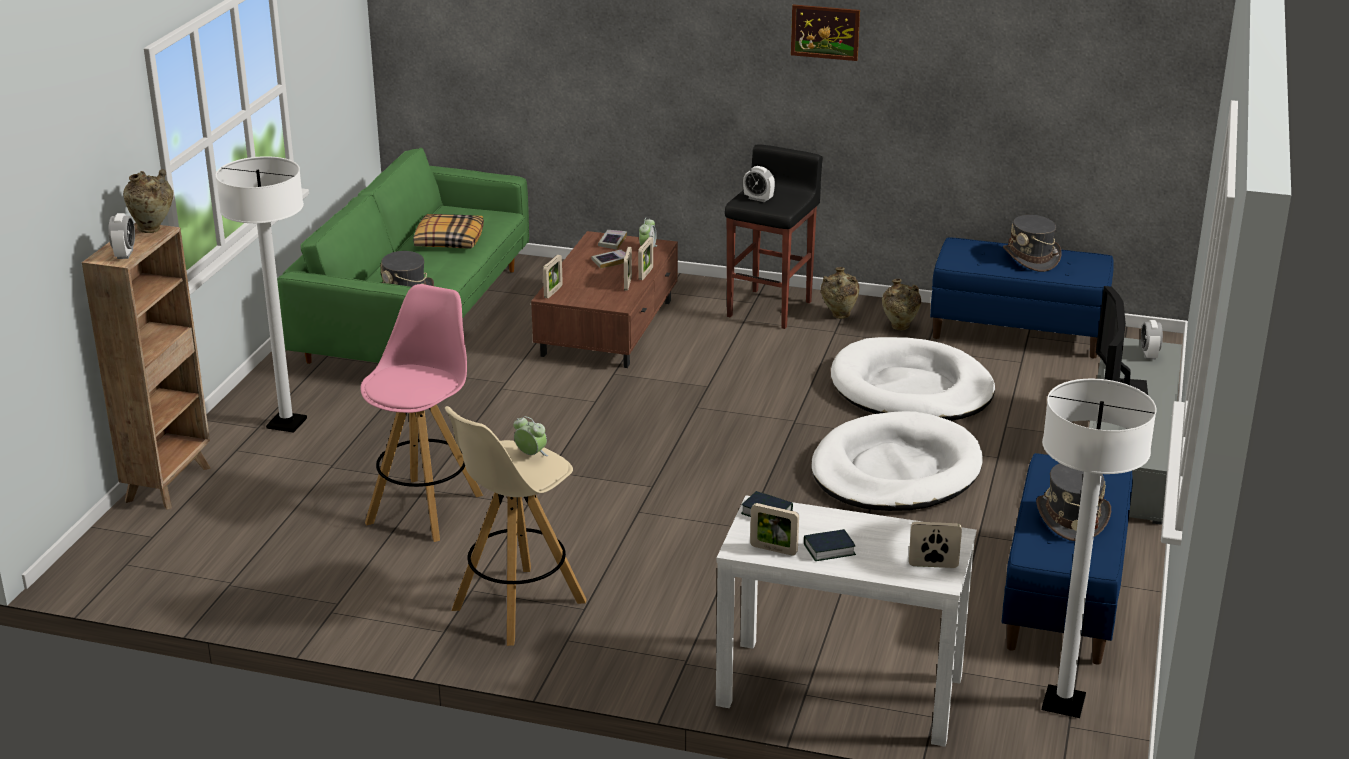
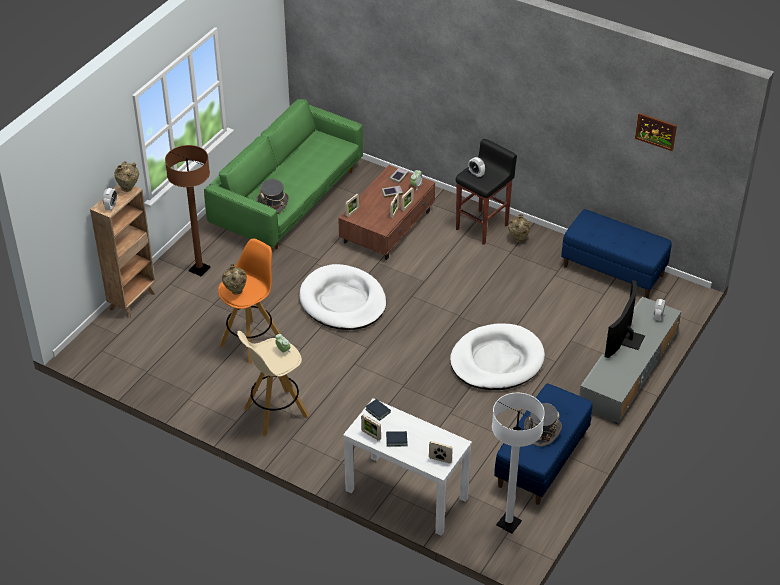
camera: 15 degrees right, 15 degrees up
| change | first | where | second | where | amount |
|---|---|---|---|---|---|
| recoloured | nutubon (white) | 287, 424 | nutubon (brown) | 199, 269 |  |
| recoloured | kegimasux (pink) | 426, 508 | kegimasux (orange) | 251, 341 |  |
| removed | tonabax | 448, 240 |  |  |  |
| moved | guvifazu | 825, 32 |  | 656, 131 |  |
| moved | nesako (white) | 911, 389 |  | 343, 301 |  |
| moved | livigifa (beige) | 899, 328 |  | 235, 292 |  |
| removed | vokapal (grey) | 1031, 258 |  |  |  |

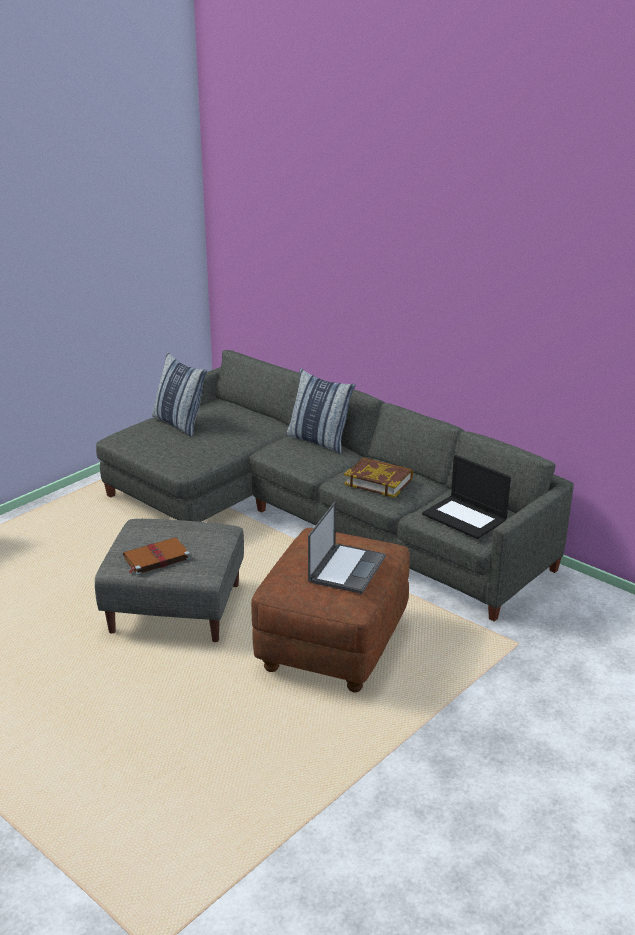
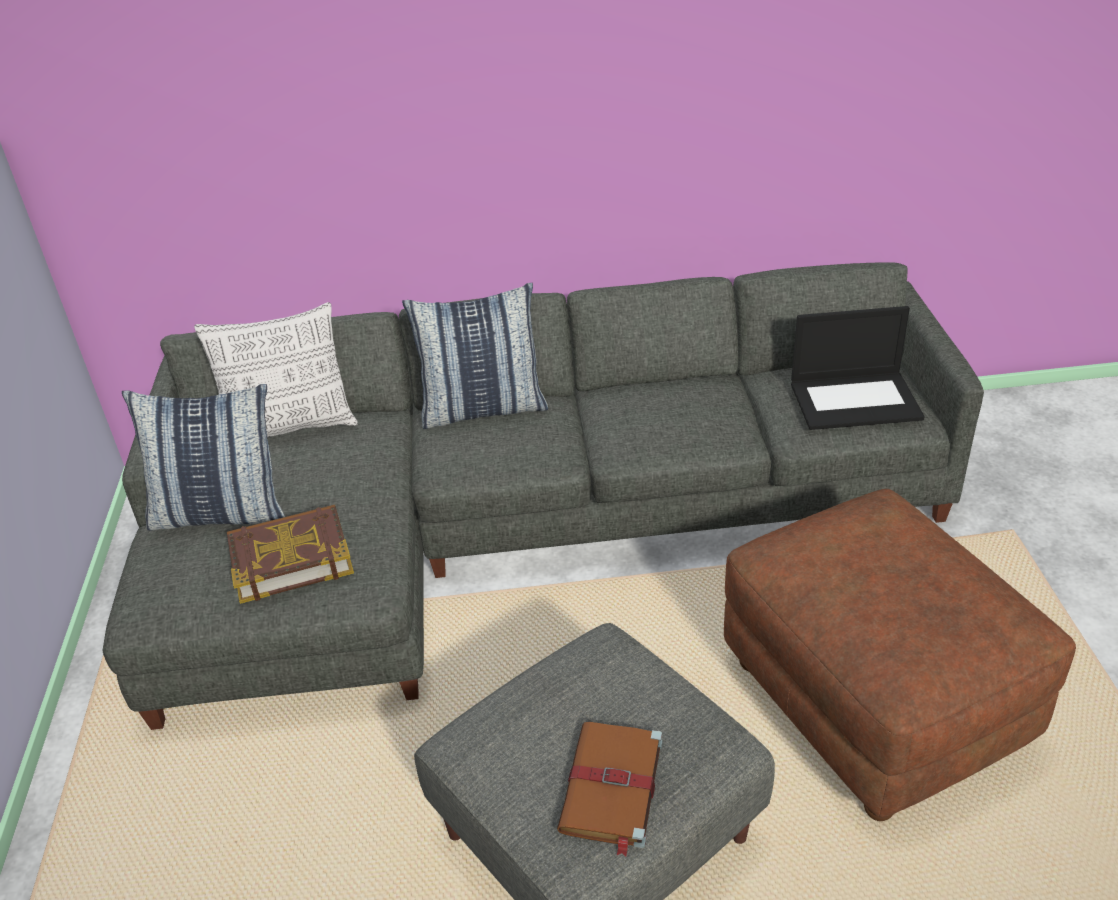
camera: 45 degrees left, 10 degrees up
| change | first | where | second | where | amount |
|---|---|---|---|---|---|
| removed | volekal | 347, 568 |  |  |  |
| moved | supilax | 378, 481 |  | 291, 559 |  |
| added |  |  | tonabax | 291, 428 |  |

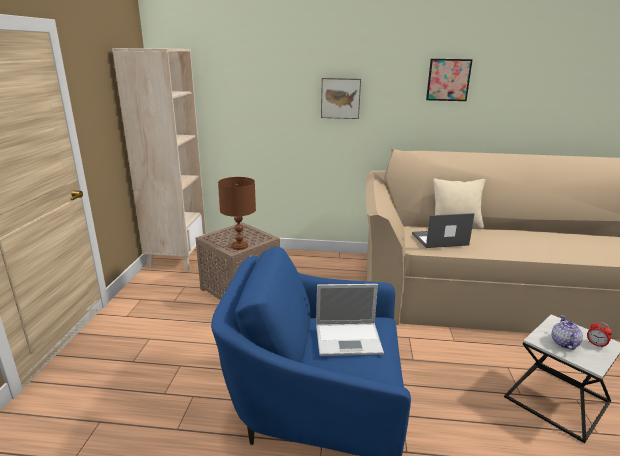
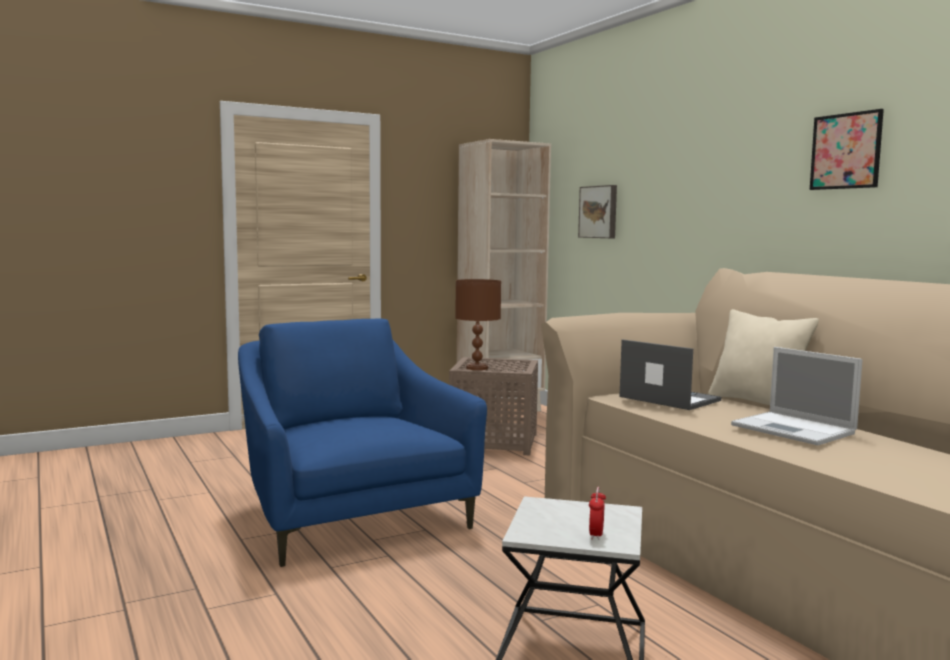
camera: 55 degrees right, 15 degrees down
| change | first | where | second | where | amount |
|---|---|---|---|---|---|
| moved | volekal | 349, 339 |  | 795, 429 |  |
| moved | guvifazu | 340, 98 |  | 599, 212 |  |
| removed | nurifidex | 563, 343 |  |  |  |

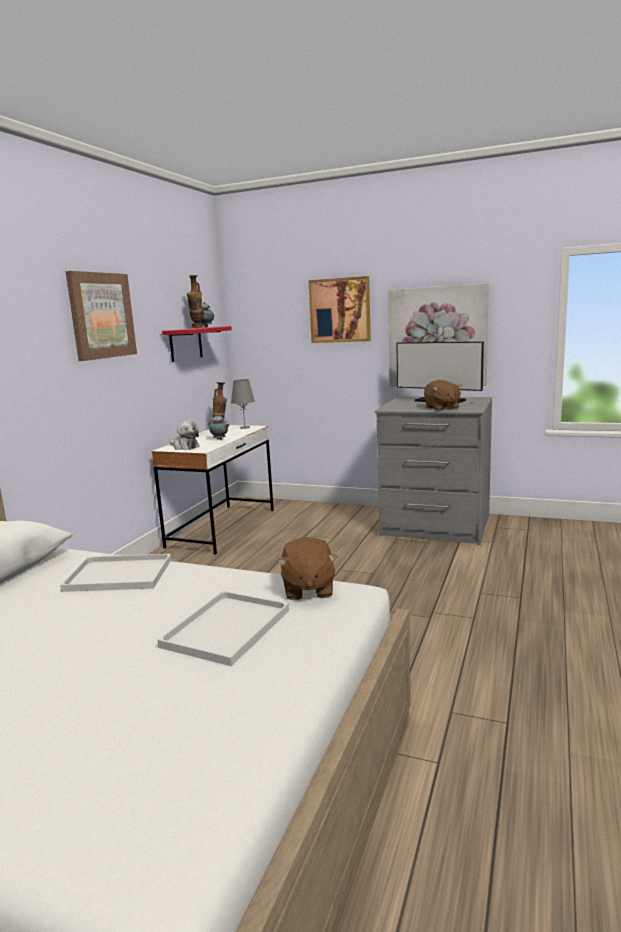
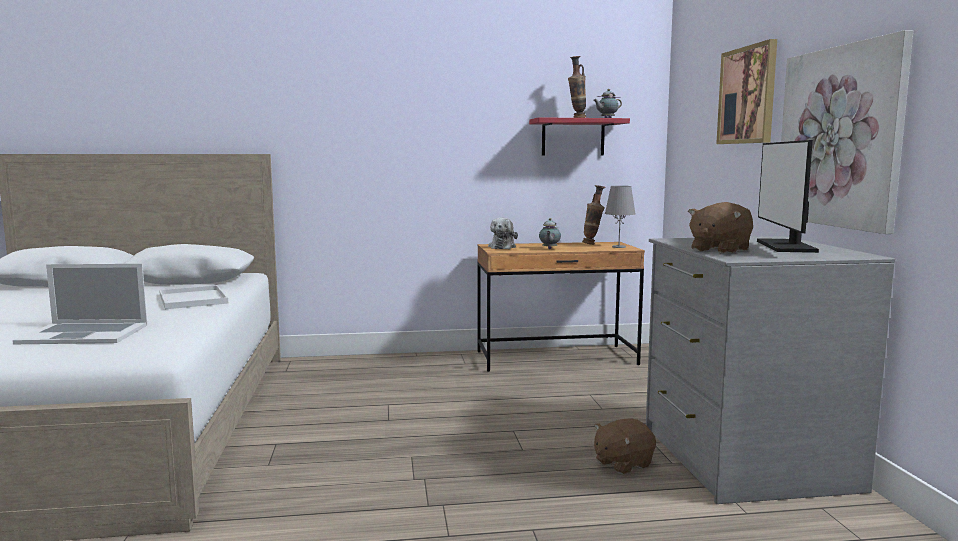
camera: 60 degrees right, 5 degrees down
| change | first | where | second | where | amount |
|---|---|---|---|---|---|
| removed | guvifazu | 101, 315 |  |  |  |
| recoloured | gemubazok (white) | 223, 528 | gemubazok (brown) | 556, 358 |  |
| replaced | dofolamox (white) | 227, 626 | volekal | 84, 334 |  |
| moved | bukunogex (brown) | 308, 589 |  | 622, 463 |  |

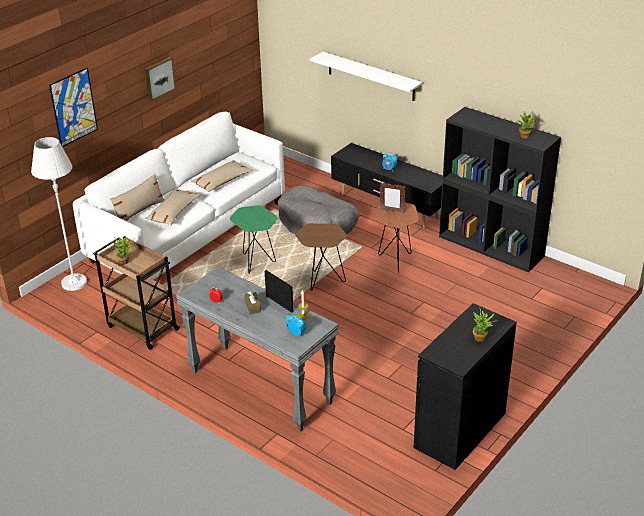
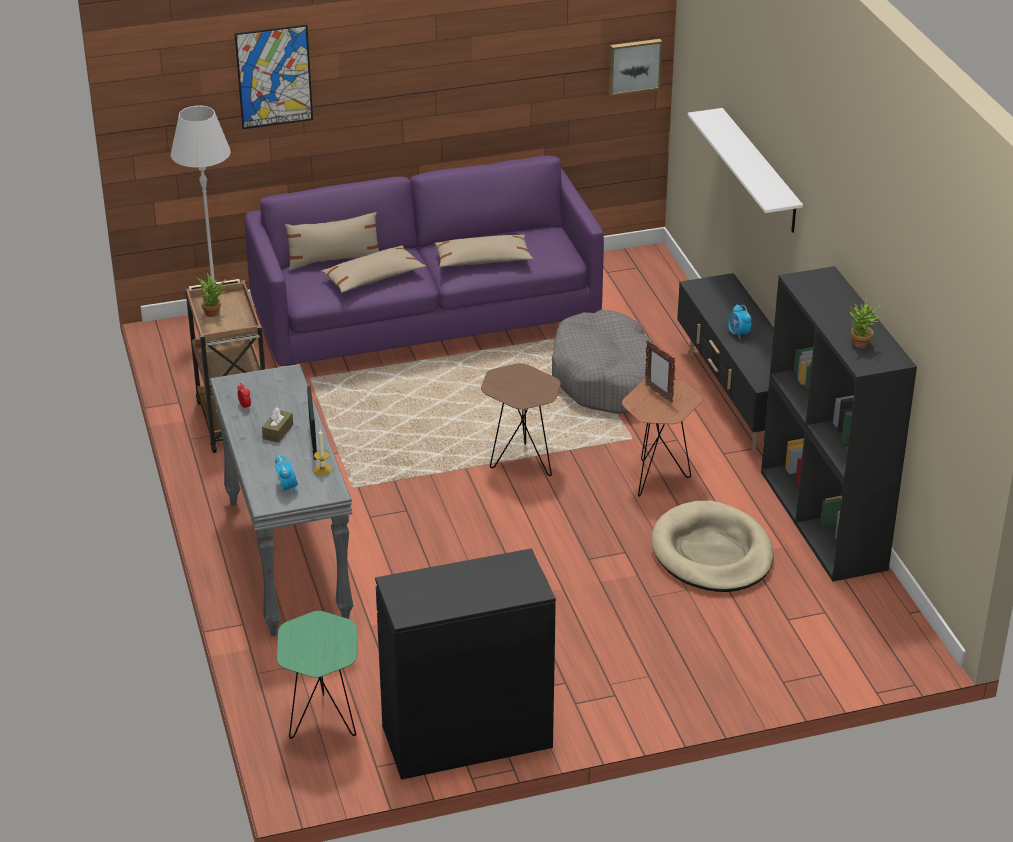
camera: 35 degrees right, 0 degrees up
| change | first | where | second | where | amount |
|---|---|---|---|---|---|
| recoloured | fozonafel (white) | 189, 231 | fozonafel (purple) | 426, 321 |  |
| moved | guvifazu | 159, 78 |  | 634, 66 |  |
| moved | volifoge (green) | 256, 264 |  | 322, 724 |  |
| removed | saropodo | 482, 339 |  |  |  |
| added |  |  | nesako (beige) | 712, 553 |  |

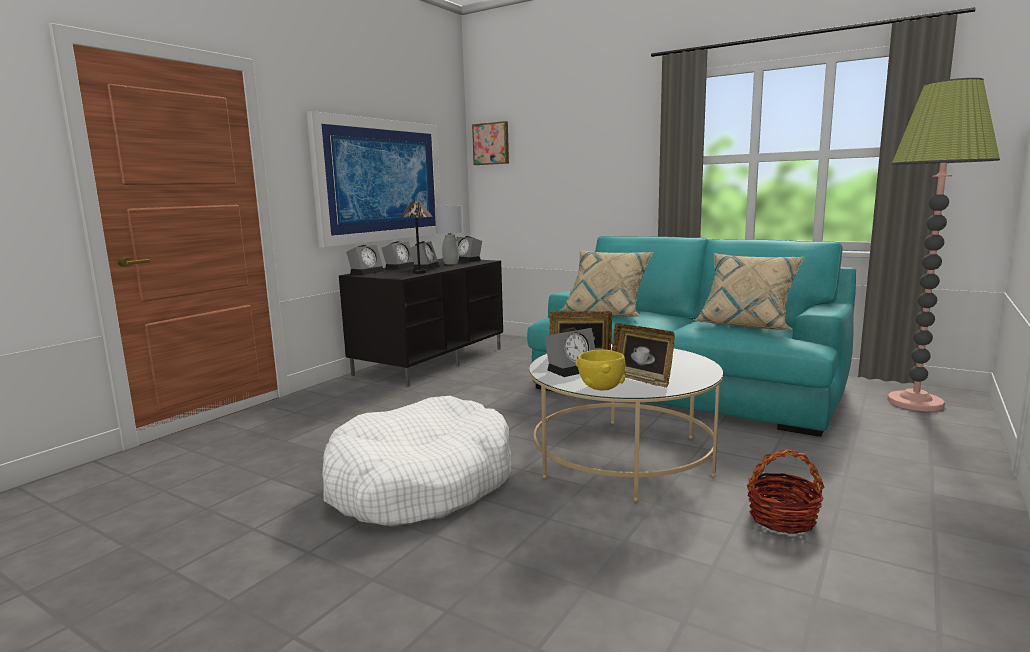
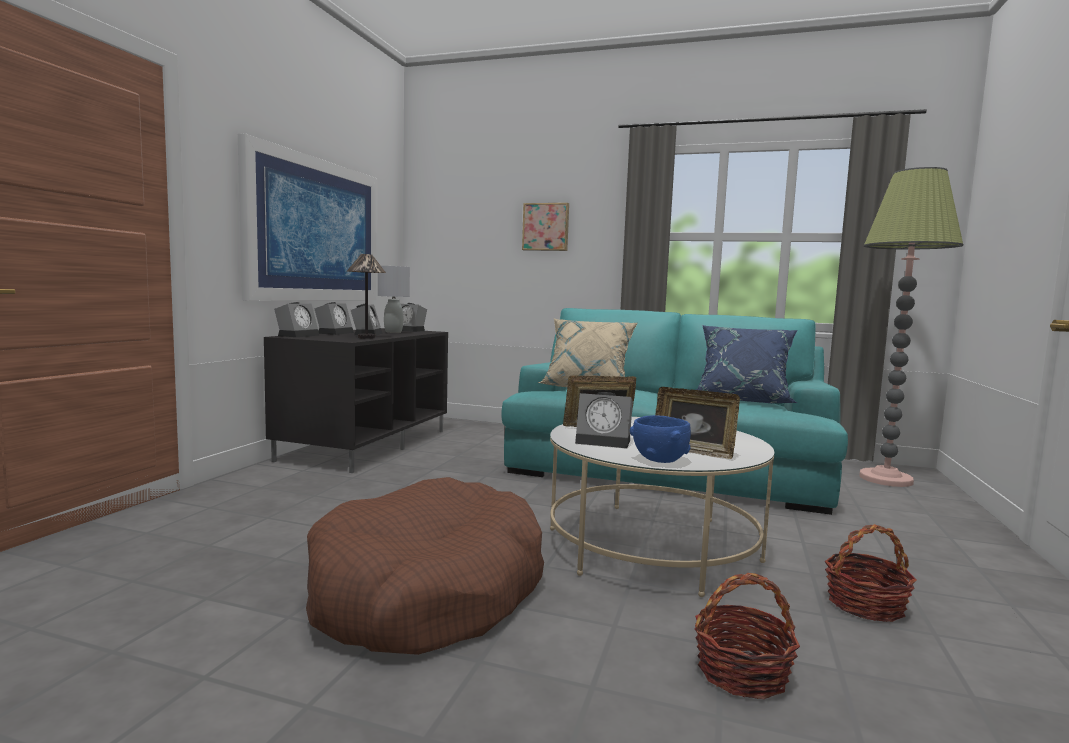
camera: 15 degrees left, 5 degrees down
| change | first | where | second | where | amount |
|---|---|---|---|---|---|
| recoloured | nesako (white) | 420, 483 | nesako (brown) | 427, 591 |  |
| moved | guvifazu | 491, 143 |  | 546, 227 |  |
| turned | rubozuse | 572, 369 |  | 605, 441 | 60 degrees clockwise |
| recoloured | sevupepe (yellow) | 601, 388 | sevupepe (blue) | 659, 460 |  |
| recoloured | tonabax (beige) | 746, 325 | tonabax (blue) | 742, 399 |  |
| added |  |  | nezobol | 742, 673 |  |

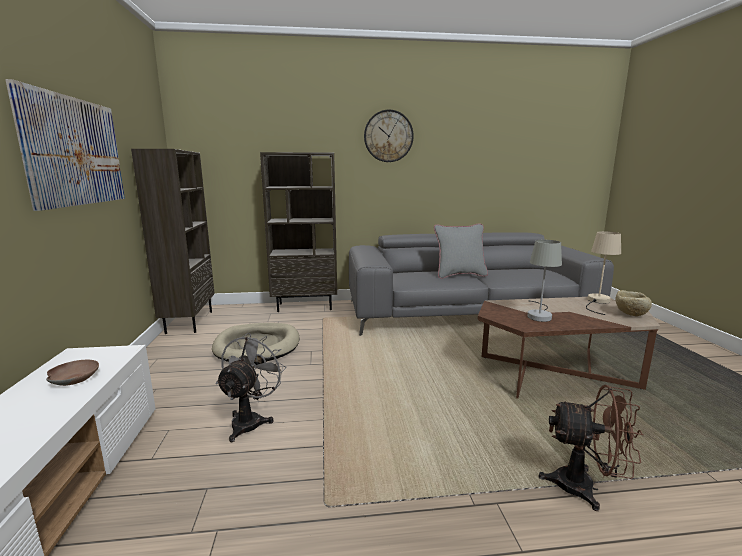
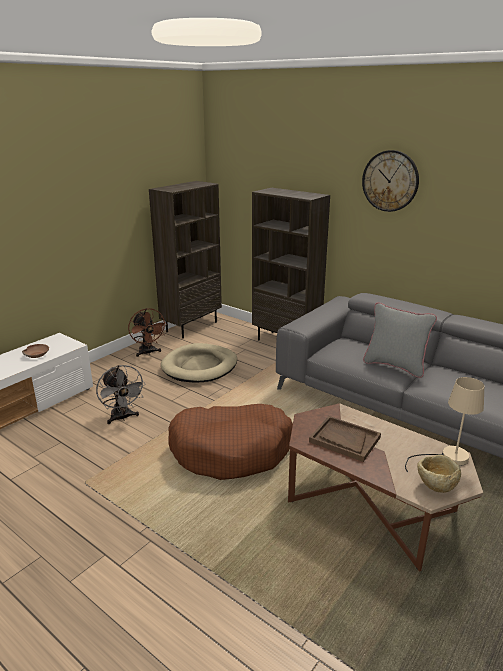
camera: 45 degrees right, 10 degrees up
| change | first | where | second | where | amount |
|---|---|---|---|---|---|
| removed | guvifazu | 75, 151 |  |  |  |
| turned | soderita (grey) | 251, 420 |  | 122, 418 | 90 degrees clockwise |
| replaced | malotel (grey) | 539, 315 | dofolamox (brown) | 344, 439 |  |
| moved | soderita (brown) | 585, 487 |  | 148, 353 |  |
| added |  |  | nesako (brown) | 232, 450 |  |

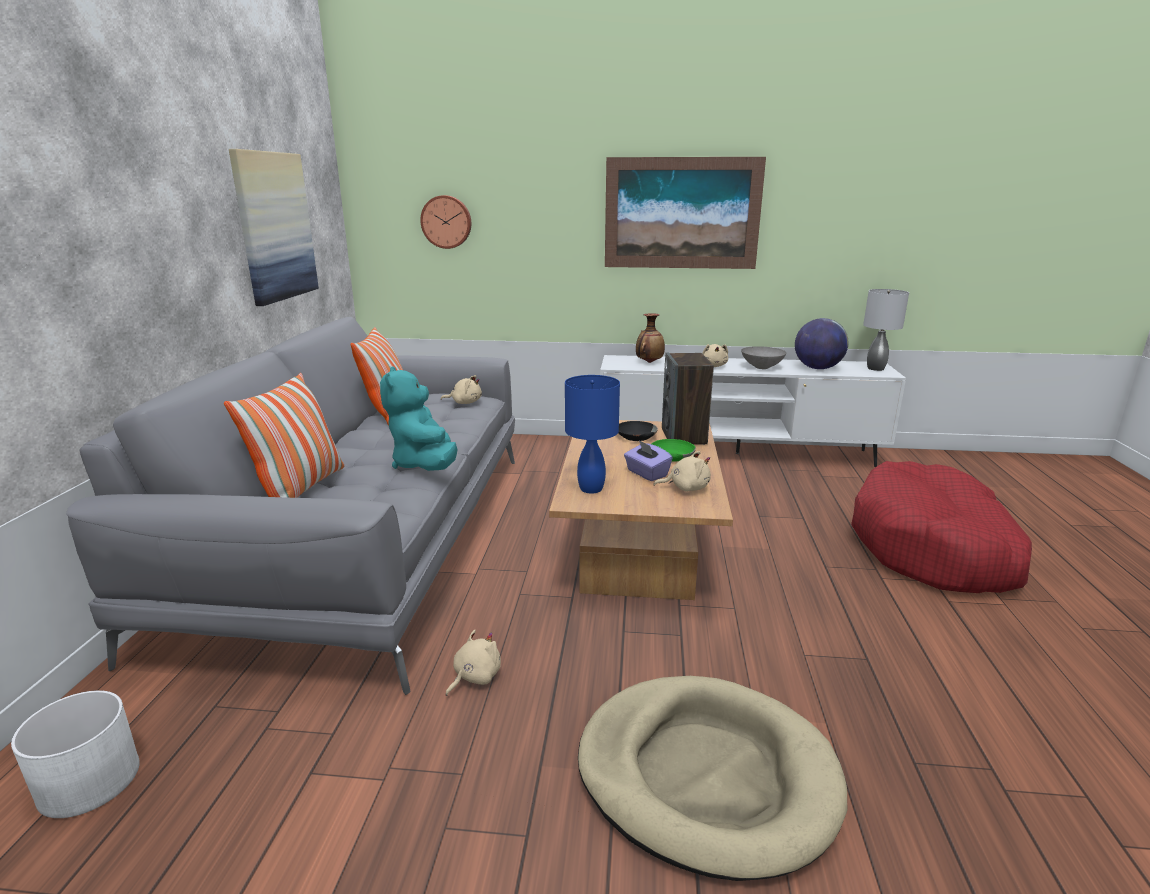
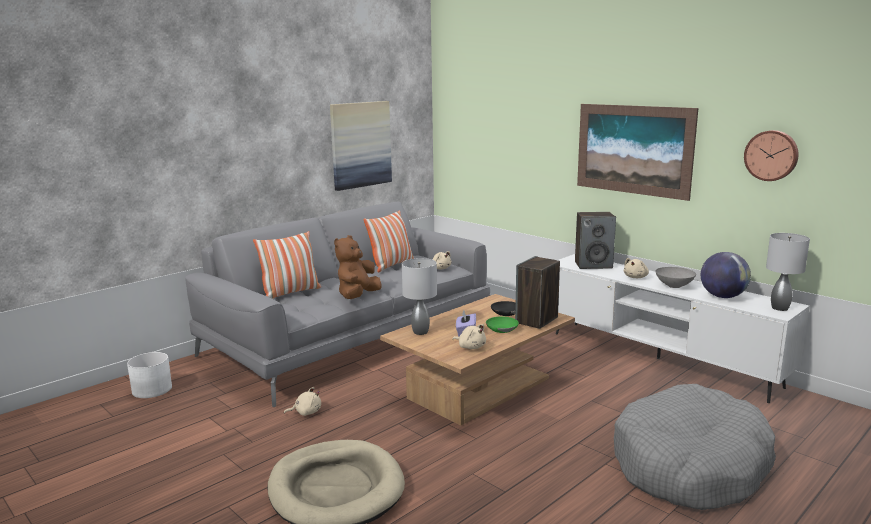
camera: 40 degrees right, 5 degrees down
| change | first | where | second | where | amount |
|---|---|---|---|---|---|
| recoloured | bukunogex (turquoise) | 424, 465 | bukunogex (brown) | 358, 296 |  |
| moved | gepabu | 446, 222 |  | 771, 155 |  |
| recoloured | malotel (blue) | 591, 489 | malotel (grey) | 420, 332 |  |
| replaced | livigifa | 649, 362 | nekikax | 593, 265 |  |
| recoloured | nesako (red) | 933, 548 | nesako (grey) | 689, 465 |  |

